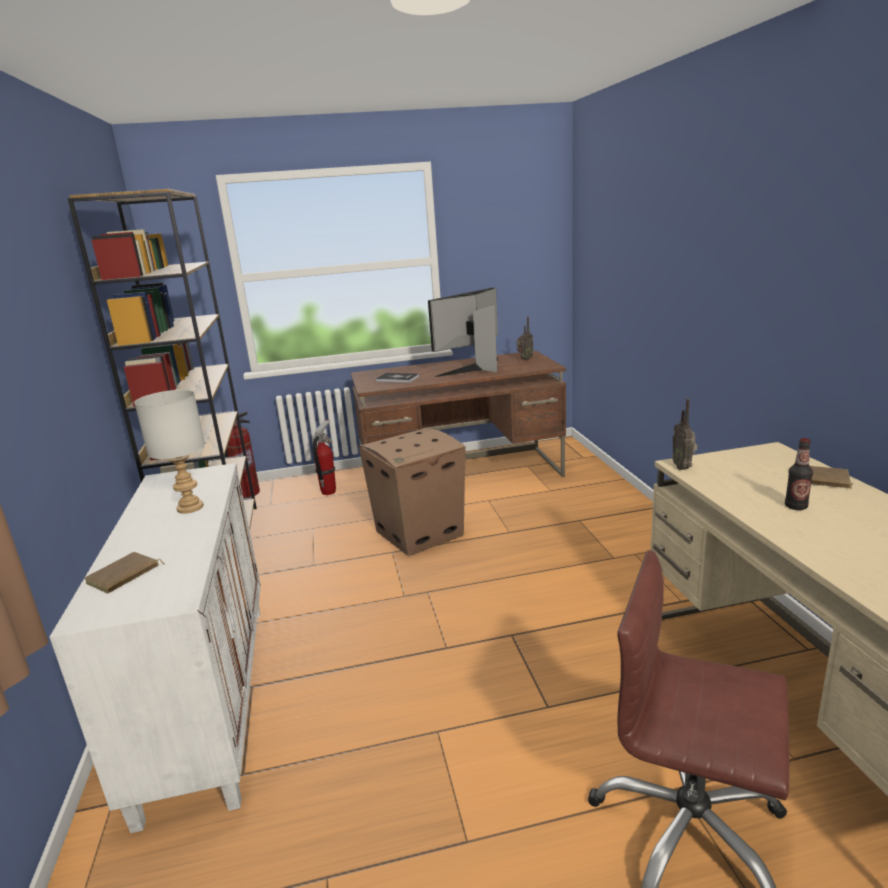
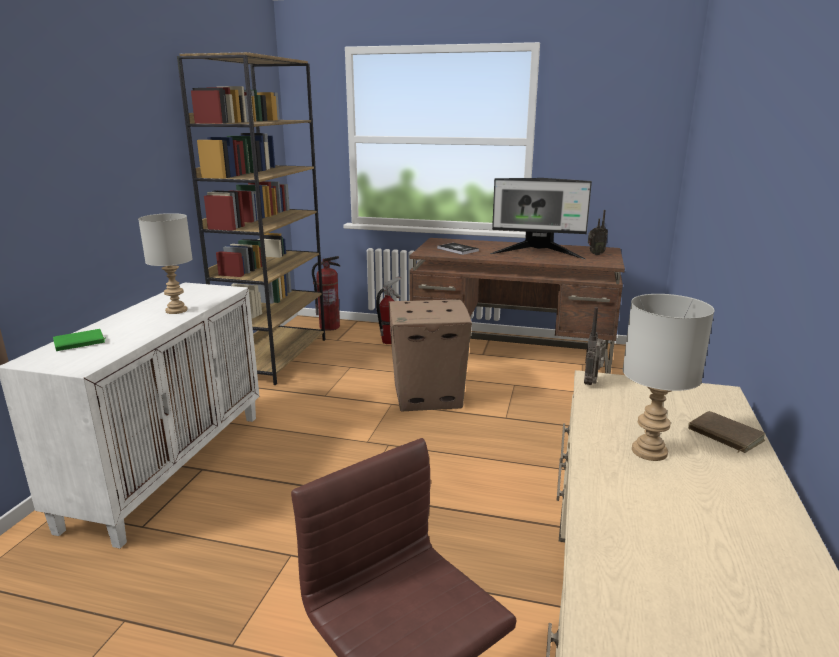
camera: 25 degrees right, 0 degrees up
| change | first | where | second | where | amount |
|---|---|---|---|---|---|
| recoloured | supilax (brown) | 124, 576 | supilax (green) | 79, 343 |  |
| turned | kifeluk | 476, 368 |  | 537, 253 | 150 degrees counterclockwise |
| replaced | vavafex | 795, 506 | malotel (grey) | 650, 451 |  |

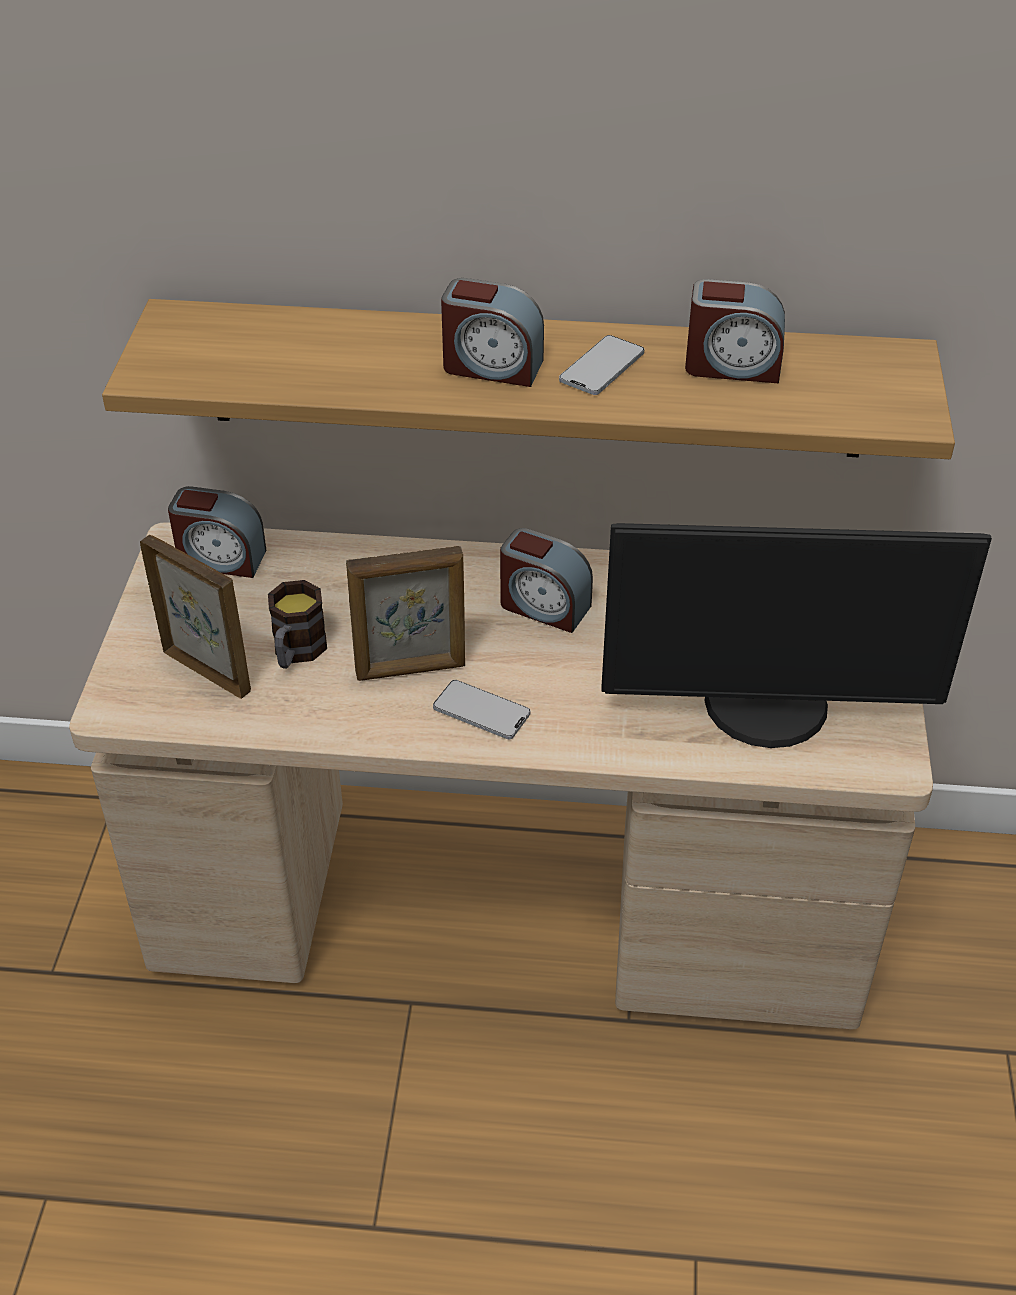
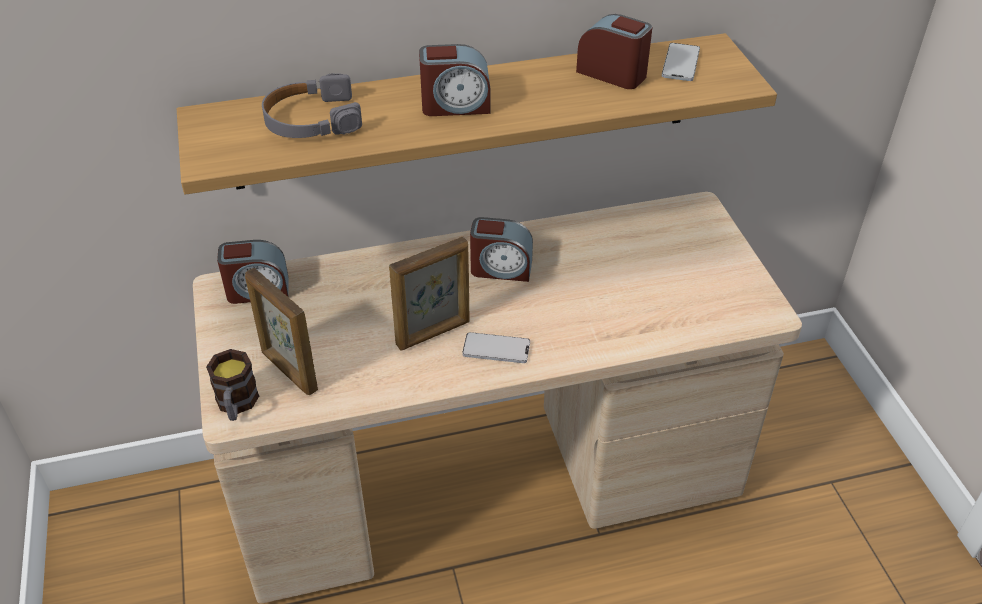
camera: 20 degrees left, 0 degrees up
| change | first | where | second | where | amount |
|---|---|---|---|---|---|
| turned | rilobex | 207, 670 |  | 288, 371 | 150 degrees counterclockwise |
| moved | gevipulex | 296, 652 |  | 236, 405 |  |
| moved | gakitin | 602, 367 |  | 680, 63 |  |
| removed | kifeluk | 767, 708 |  |  |  |
| turned | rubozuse | 732, 366 |  | 612, 73 | 135 degrees counterclockwise |
| added |  |  | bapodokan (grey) | 312, 120 |  |

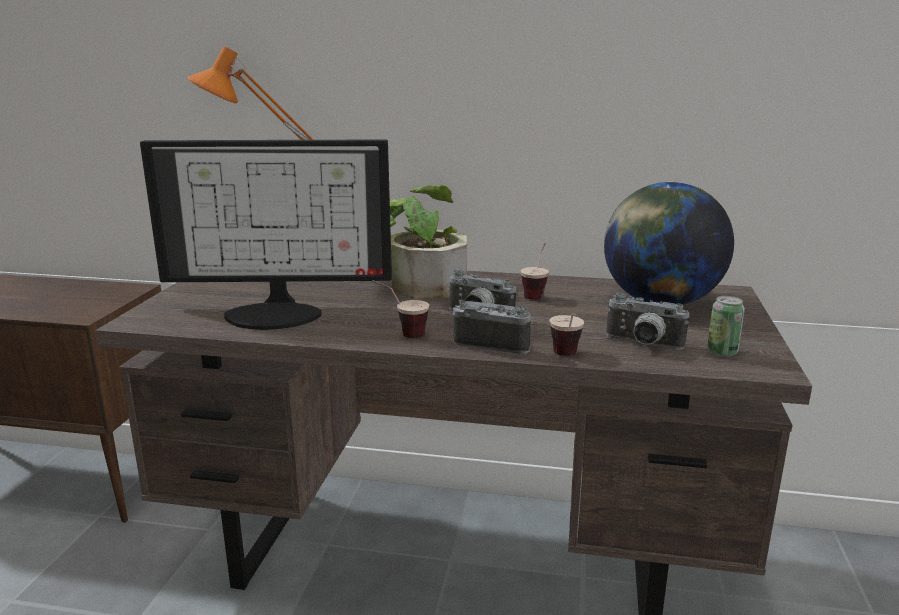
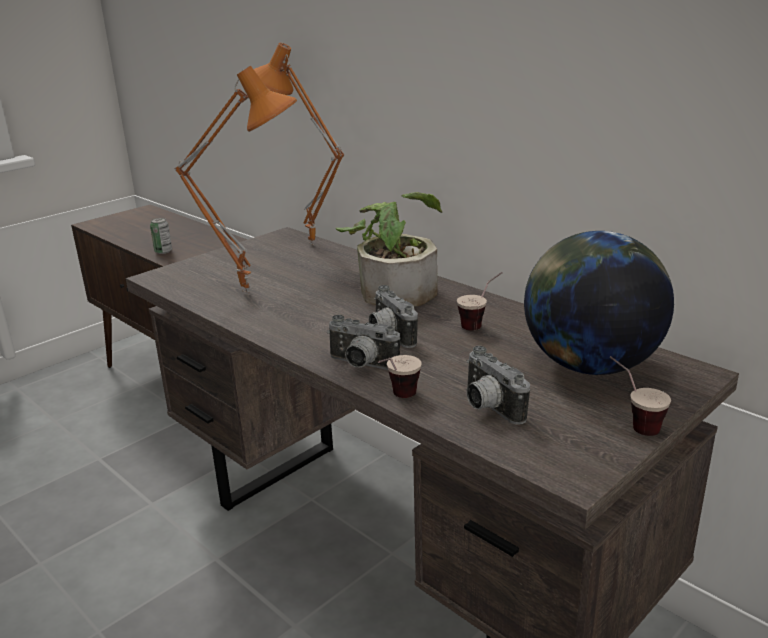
camera: 35 degrees right, 5 degrees up
| change | first | where | second | where | amount |
|---|---|---|---|---|---|
| replaced | kifeluk | 276, 312 | malotel (orange) | 249, 291 |  |
| moved | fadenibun | 401, 333 |  | 632, 423 |  |
| turned | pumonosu | 494, 343 |  | 360, 365 | 150 degrees clockwise |
| moved | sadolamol | 722, 352 |  | 163, 251 |  |

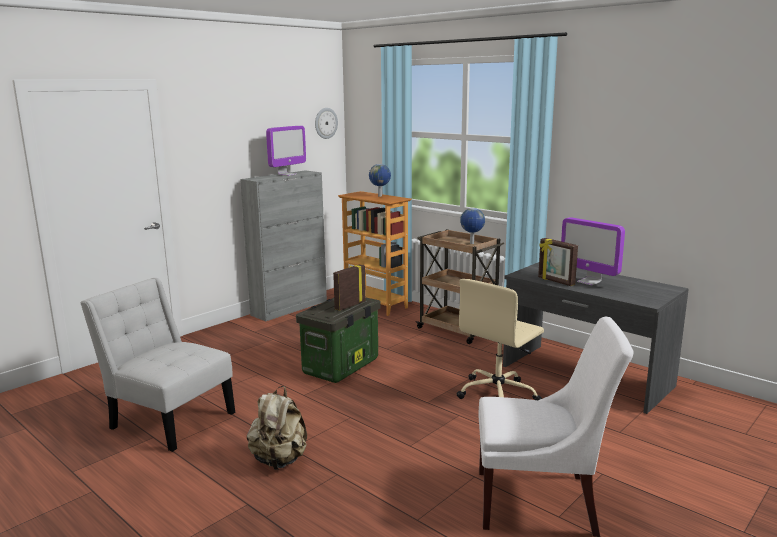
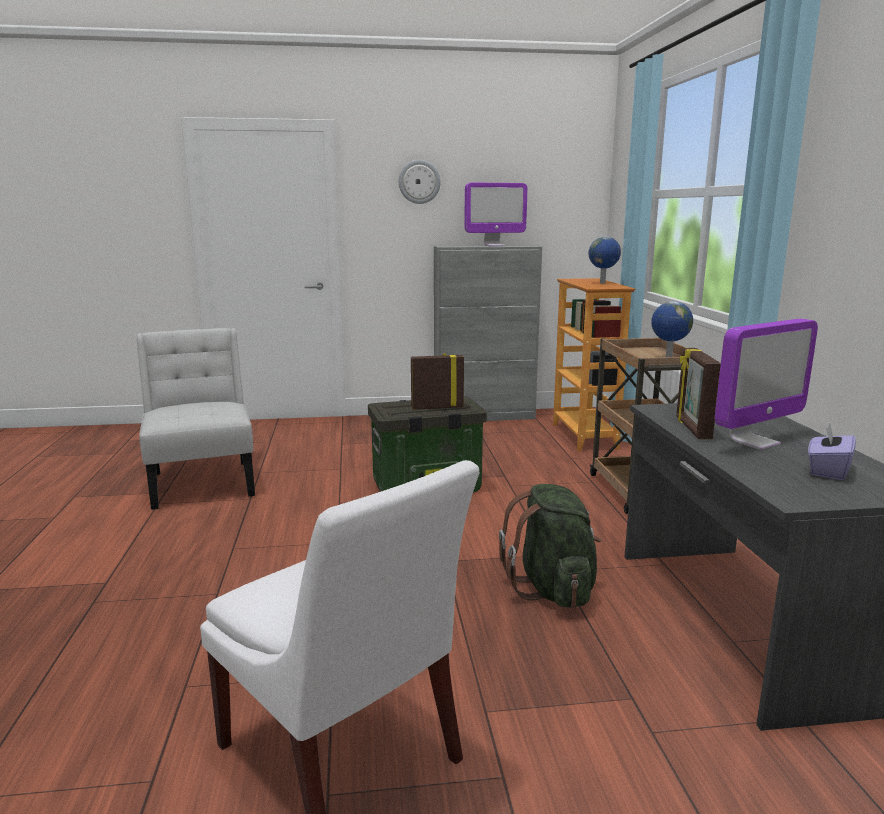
camera: 40 degrees right, 0 degrees up
| change | first | where | second | where | amount |
|---|---|---|---|---|---|
| removed | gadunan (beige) | 279, 460 |  |  |  |
| moved | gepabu | 325, 123 |  | 419, 182 |  |
| replaced | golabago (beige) | 498, 394 | gadunan (green) | 552, 589 |  |
| turned | kifeluk | 589, 281 |  | 754, 442 | 120 degrees counterclockwise |
| added |  |  | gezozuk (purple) | 827, 470 |  |

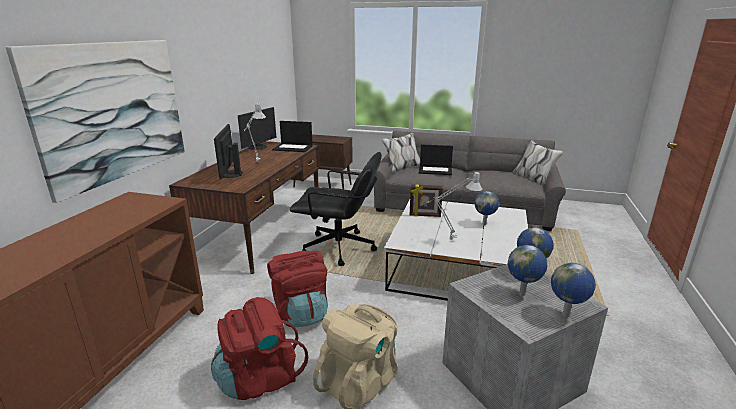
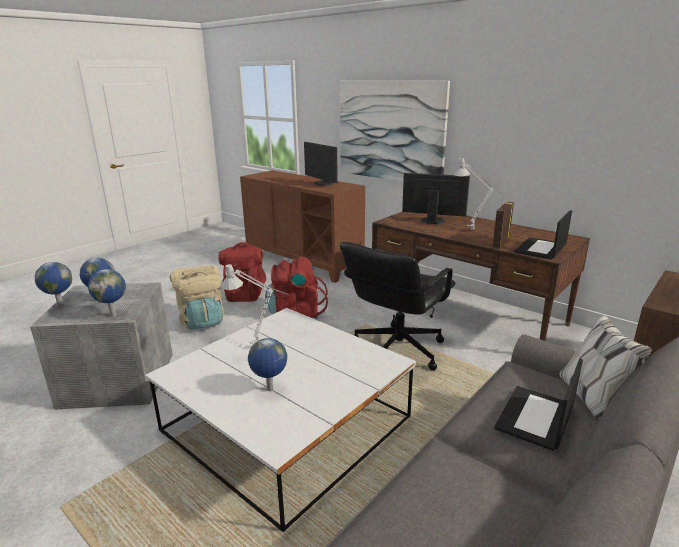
camera: 115 degrees right, 0 degrees up
| change | first | where | second | where | amount |
|---|---|---|---|---|---|
| moved | kifeluk | 258, 147 |  | 322, 184 |  |
| moved | rilobex | 425, 215 |  | 500, 243 |  |

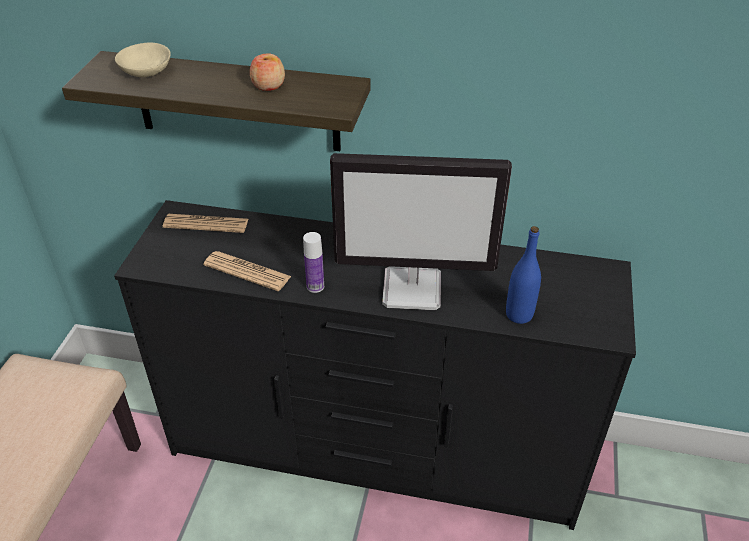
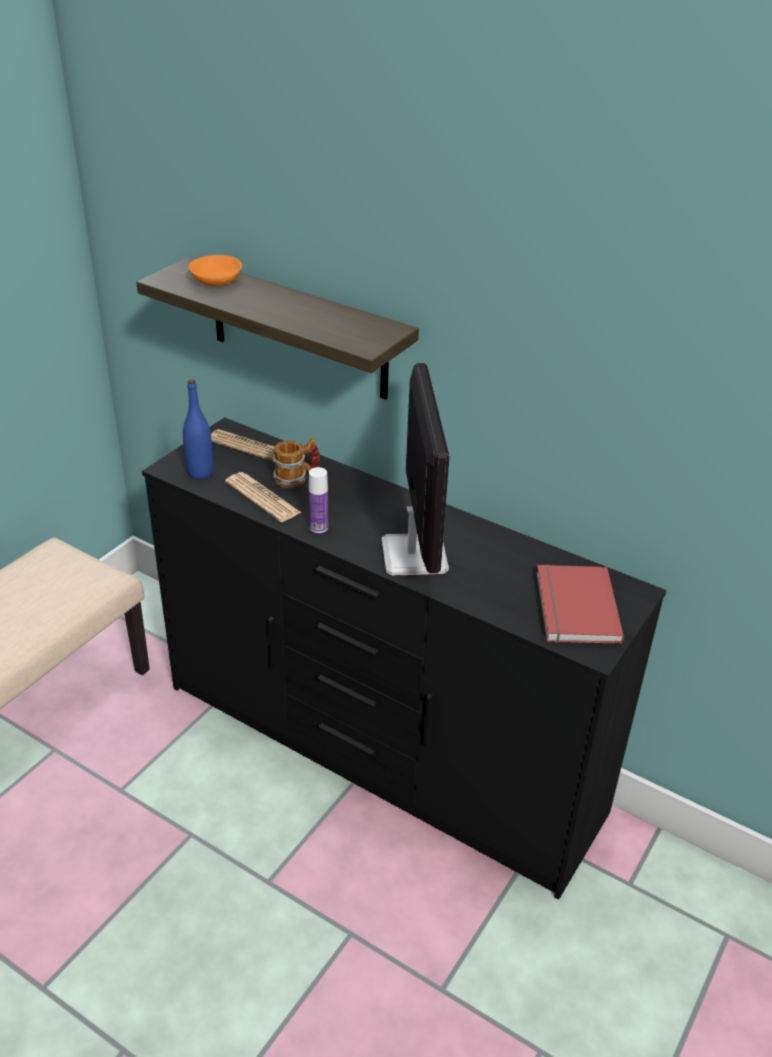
camera: 20 degrees right, 5 degrees down
| change | first | where | second | where | amount |
|---|---|---|---|---|---|
| recoloured | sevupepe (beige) | 145, 71 | sevupepe (orange) | 215, 281 |  |
| removed | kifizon | 268, 85 |  |  |  |
| turned | kifeluk | 413, 289 |  | 413, 554 | 120 degrees counterclockwise |
| moved | vavafex (blue) | 519, 314 |  | 200, 472 |  |
| added |  |  | gevipulex | 296, 478 |  |
| added |  |  | supilax (red) | 573, 607 |  |

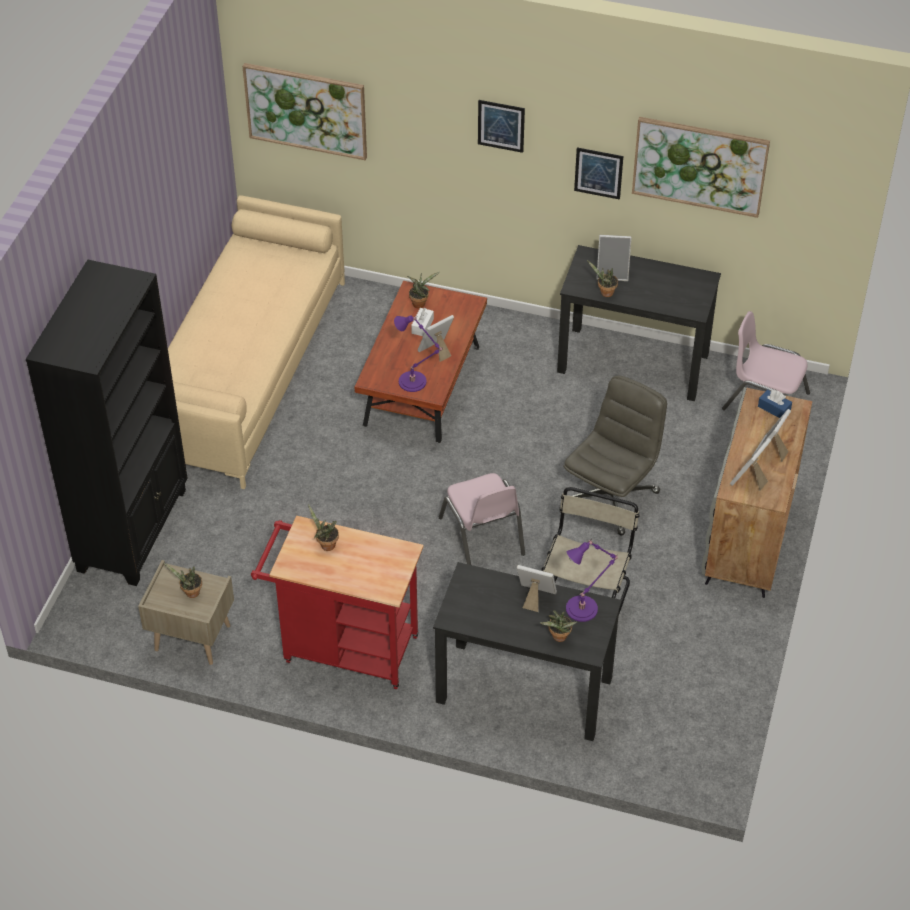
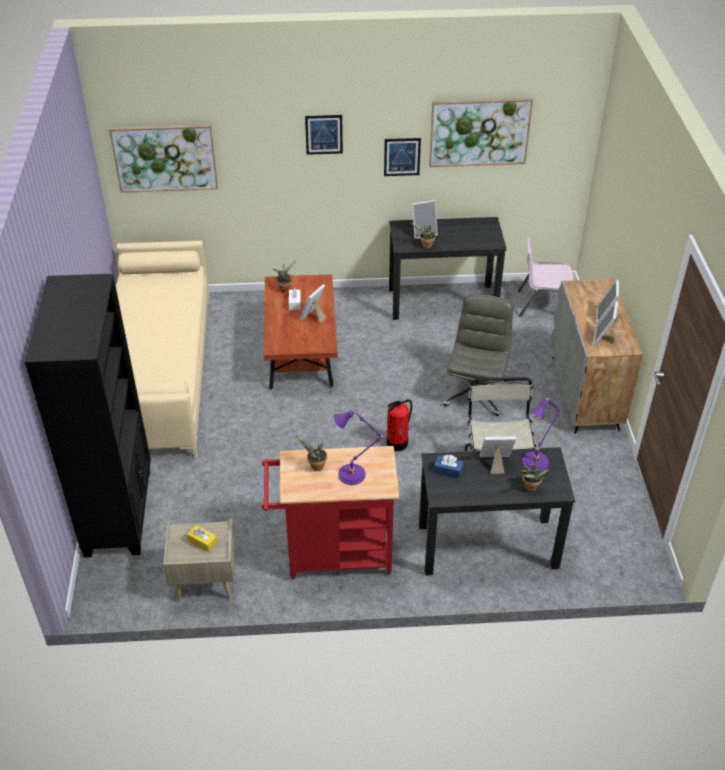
camera: 20 degrees left, 5 degrees down
| change | first | where | second | where | amount |
|---|---|---|---|---|---|
| replaced | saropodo | 190, 593 | gezozuk (yellow) | 202, 542 |  |
| moved | malotel (purple) | 414, 382 |  | 354, 474 |  |
| replaced | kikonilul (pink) | 482, 536 | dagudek | 397, 443 |  |
| moved | gezozuk (blue) | 774, 408 |  | 448, 471 |  |

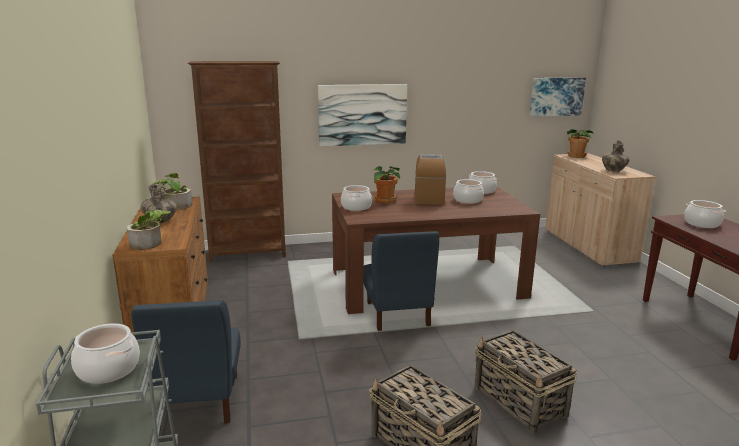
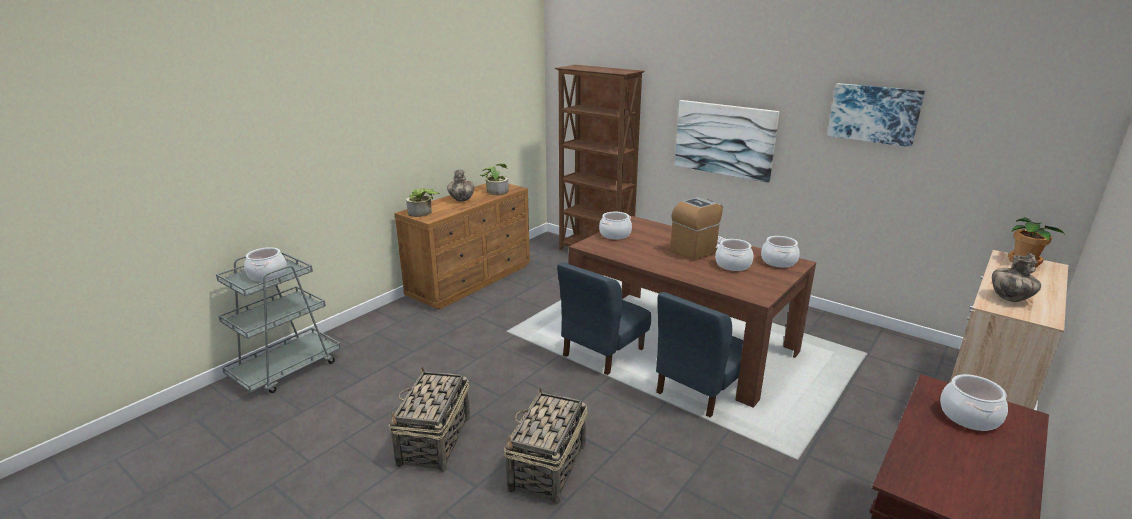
camera: 50 degrees right, 5 degrees up
| change | first | where | second | where | amount |
|---|---|---|---|---|---|
| moved | kikonilul (blue) | 197, 401 |  | 699, 390 |  |
| removed | saropodo | 384, 201 |  |  |  |
| moved | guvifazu | 556, 96 |  | 874, 114 |  |

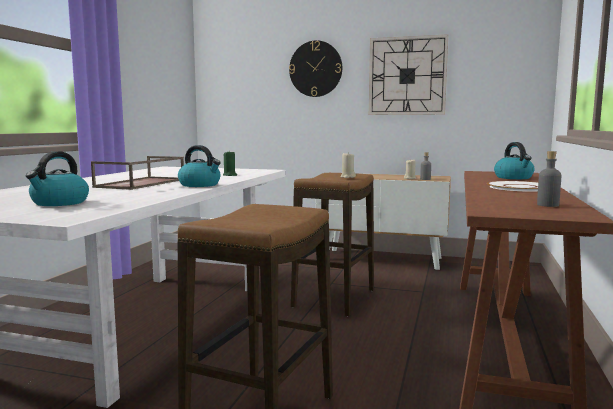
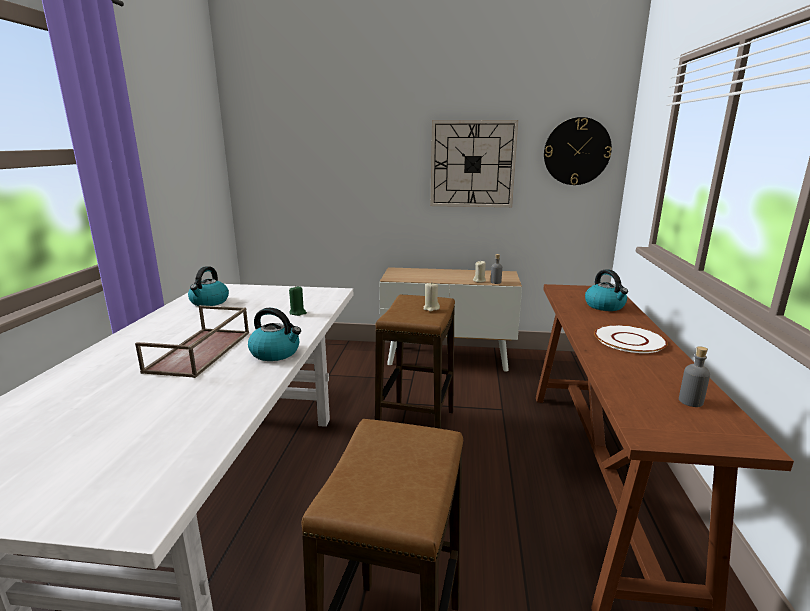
camera: 10 degrees left, 10 degrees up
| change | first | where | second | where | amount |
|---|---|---|---|---|---|
| moved | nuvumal | 59, 203 |  | 209, 302 |  |
| moved | gepabu | 315, 69 |  | 576, 151 |  |

